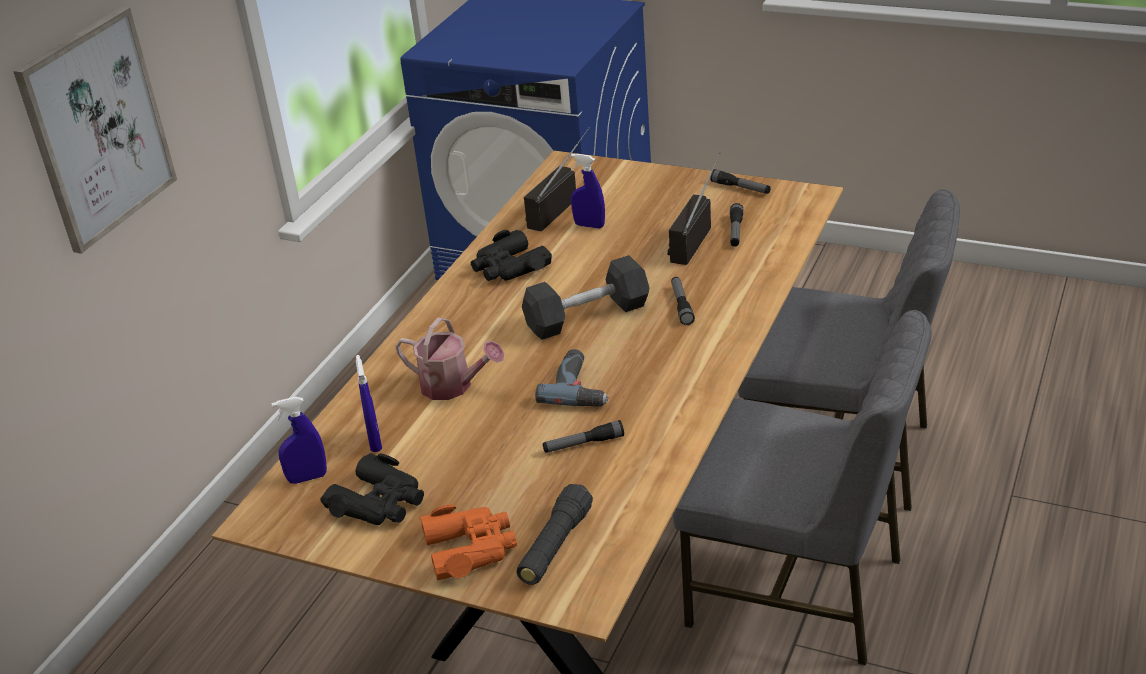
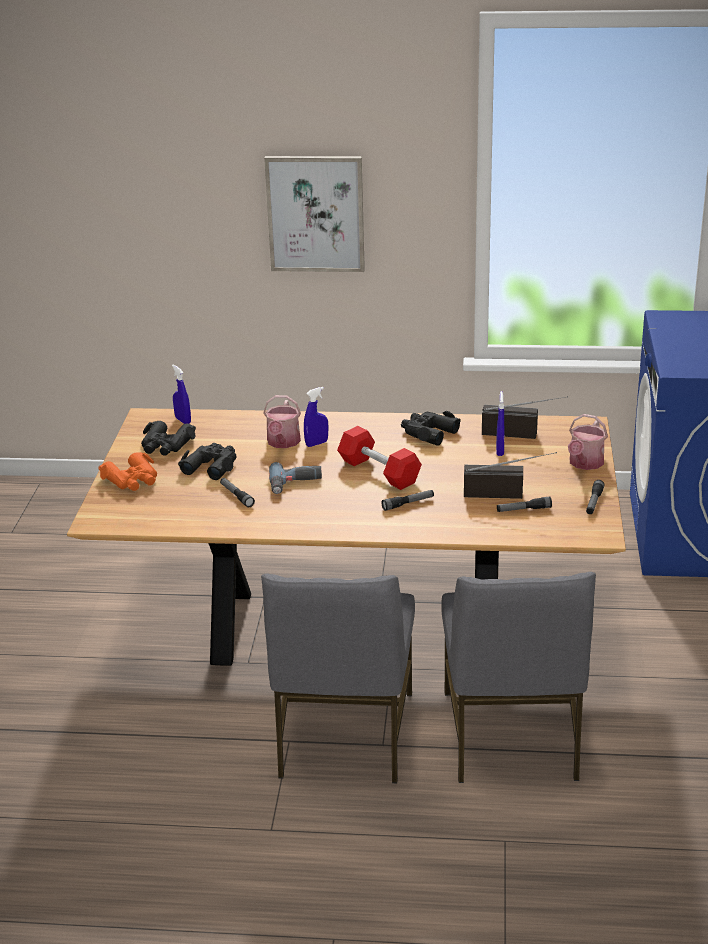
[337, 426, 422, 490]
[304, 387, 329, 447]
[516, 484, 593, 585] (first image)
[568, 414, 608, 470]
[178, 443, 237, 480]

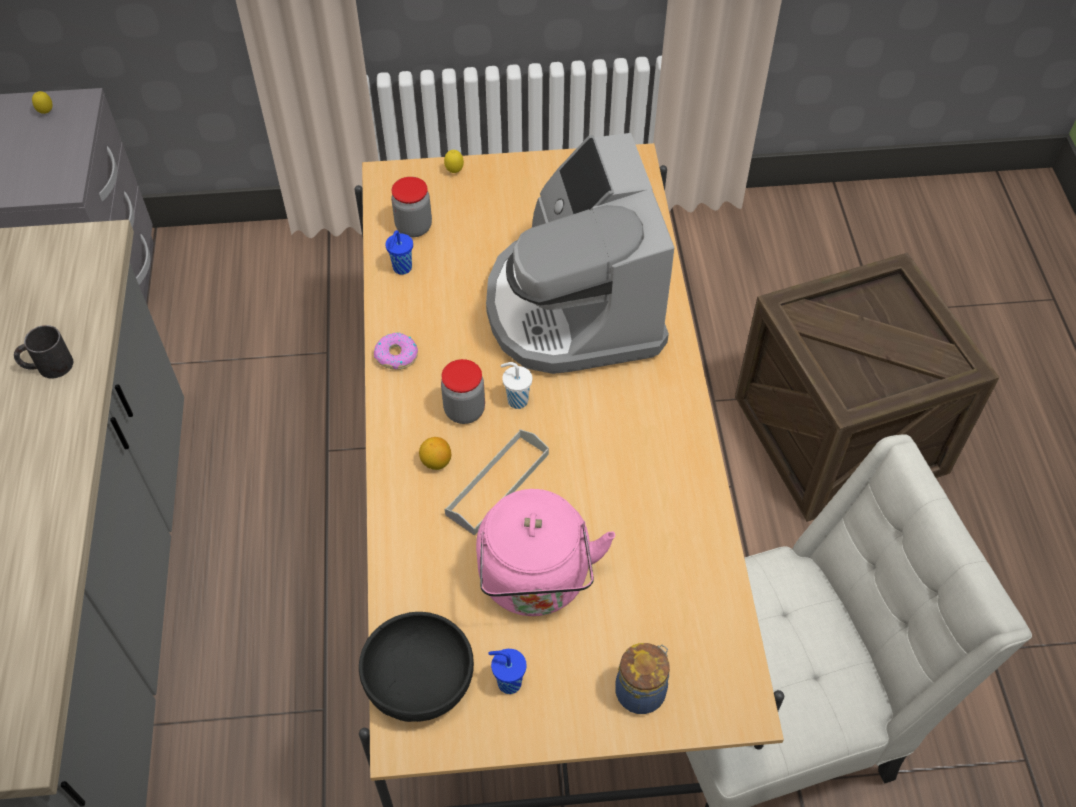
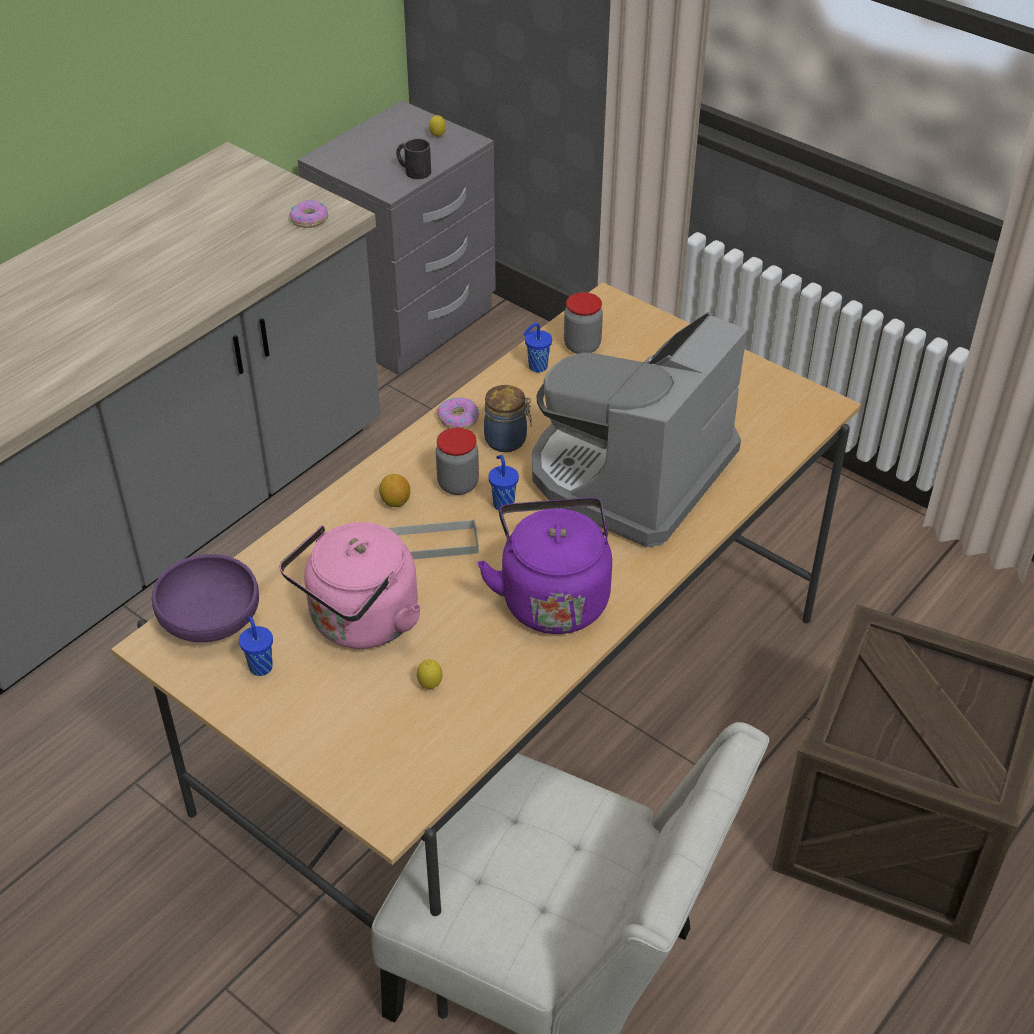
[417, 659, 442, 689]
[396, 138, 431, 179]
[488, 455, 519, 510]
[152, 554, 259, 642]
[484, 385, 532, 452]
[289, 200, 329, 228]
[477, 498, 612, 634]

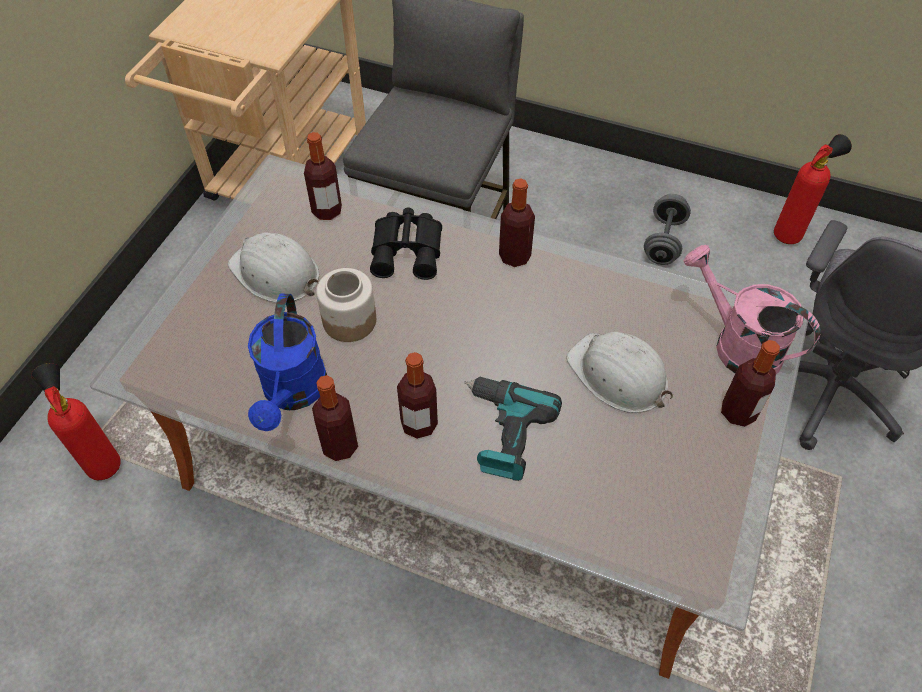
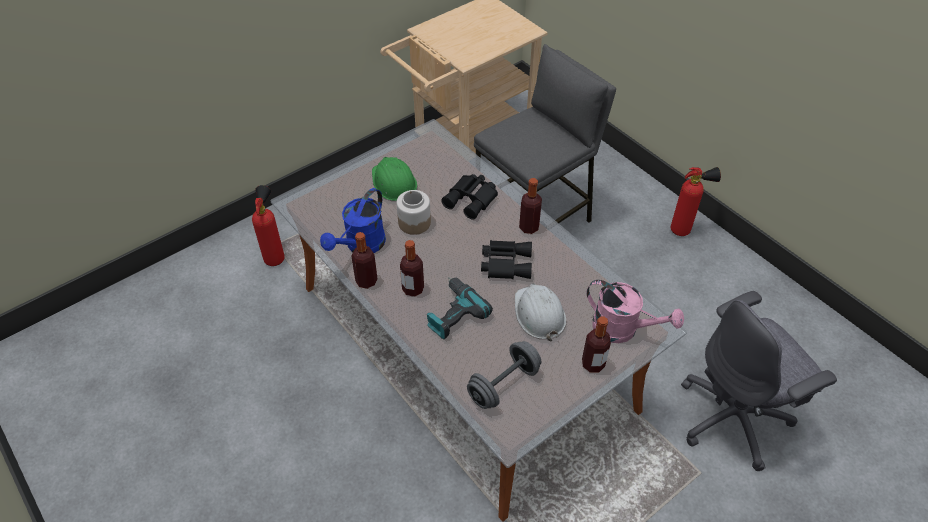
[304, 132, 342, 220] (first image)
[671, 167, 721, 236]
[467, 341, 541, 409]
[372, 157, 417, 201]
[587, 280, 684, 343]
[481, 240, 532, 279]

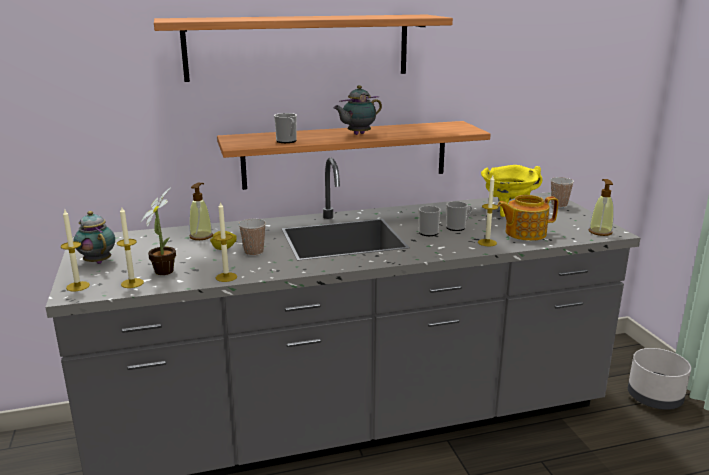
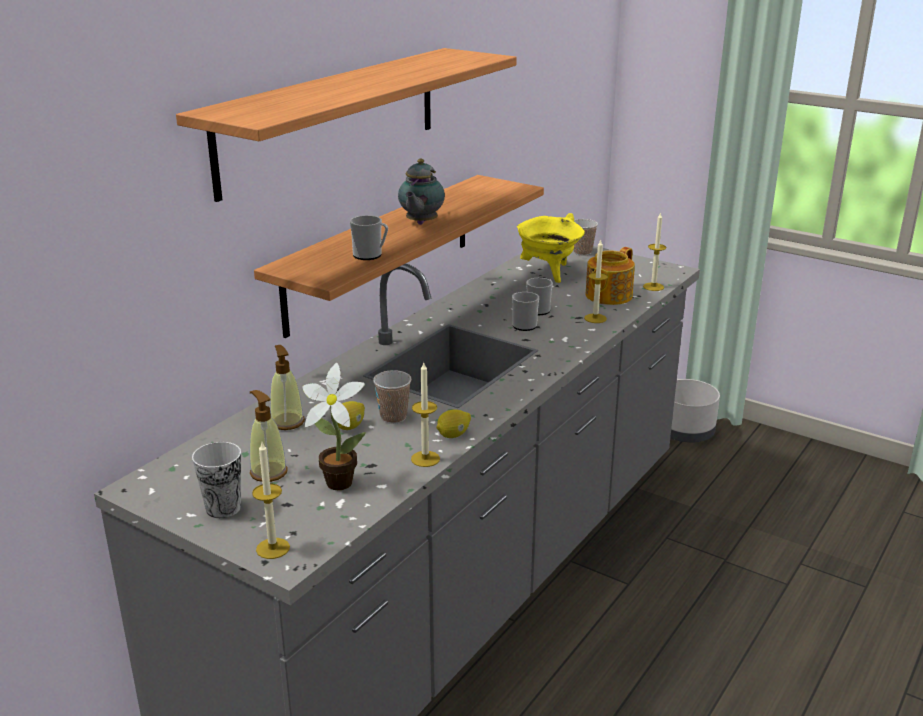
[250, 390, 288, 482]
[643, 212, 666, 291]
[192, 442, 241, 518]
[437, 410, 471, 438]

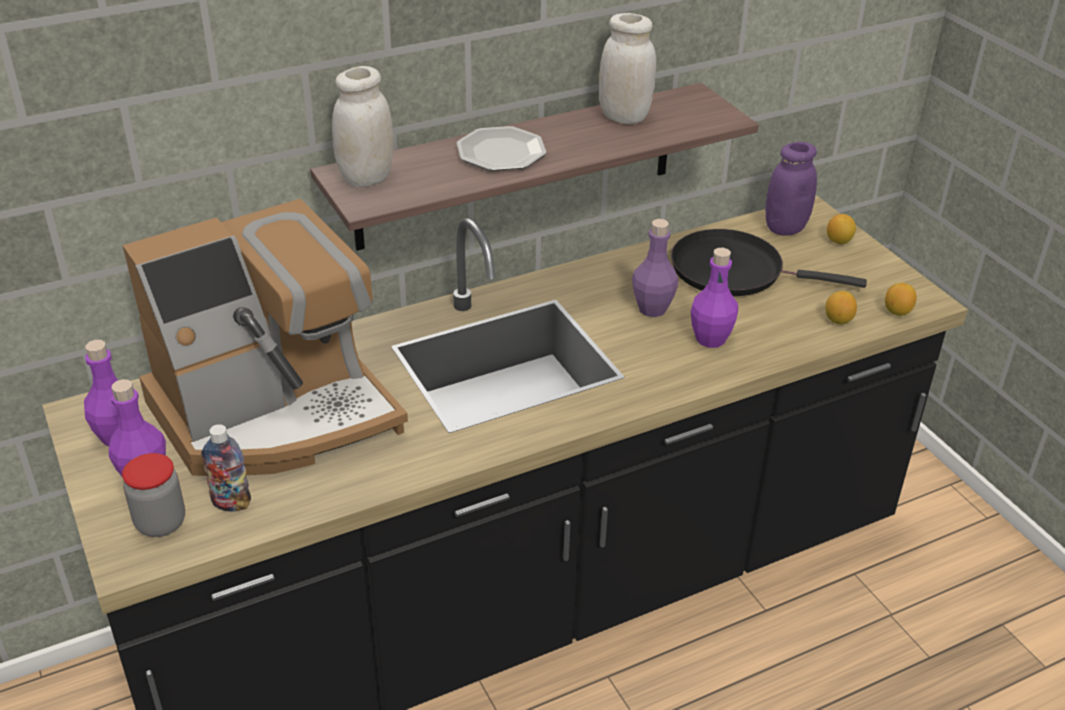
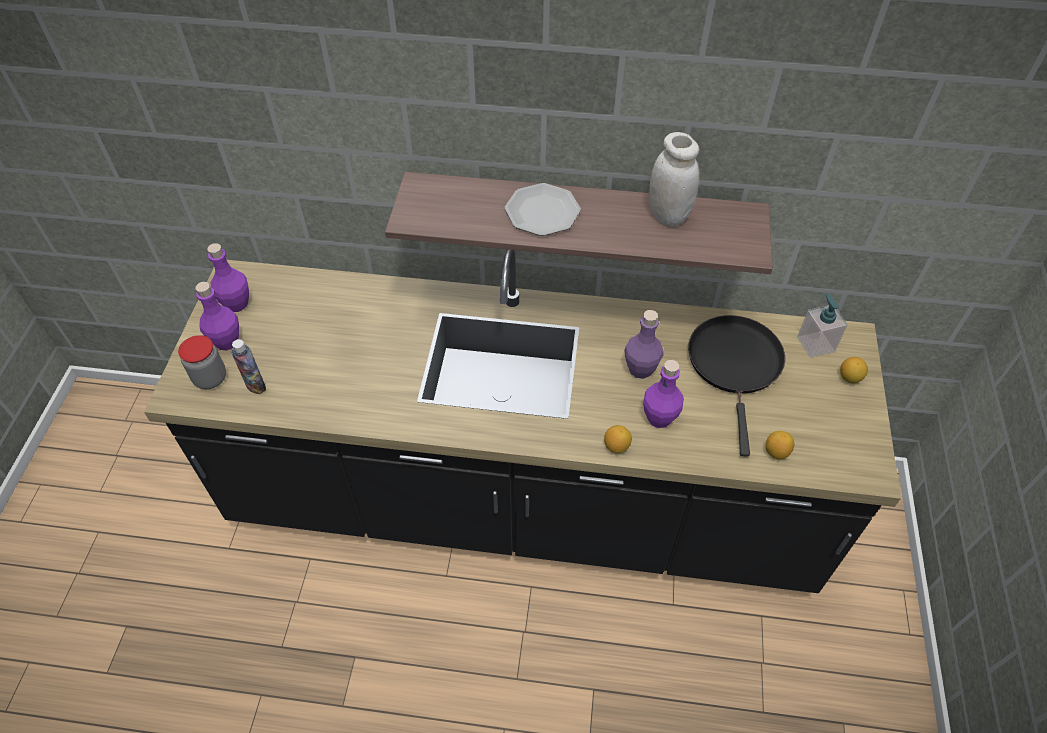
[332, 66, 394, 188] (first image)
[797, 292, 848, 358]
[123, 199, 408, 476] (first image)
[688, 315, 785, 457]
[604, 425, 632, 454]

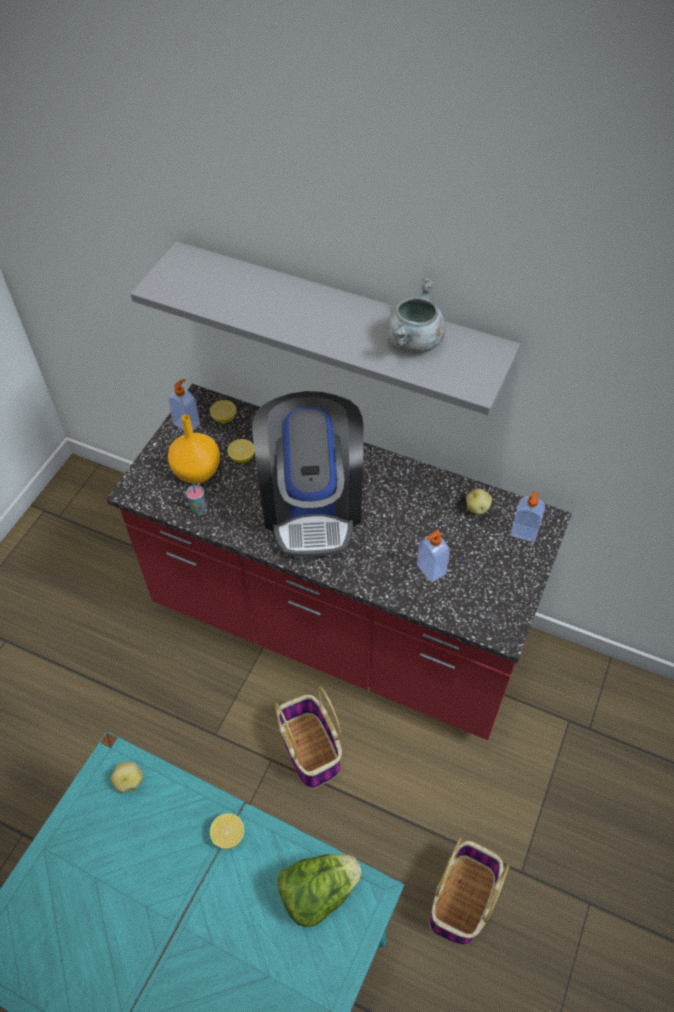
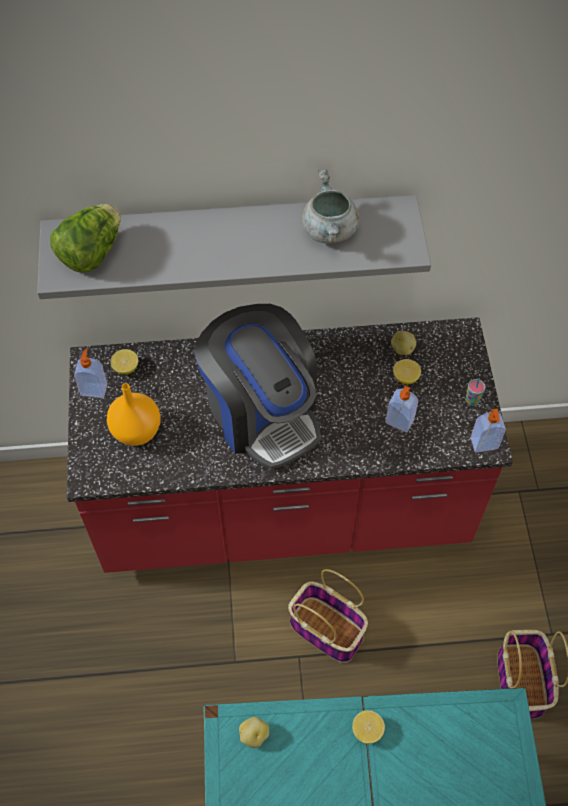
[393, 359, 421, 384]
[466, 378, 486, 406]
[471, 409, 506, 453]
[50, 204, 121, 272]

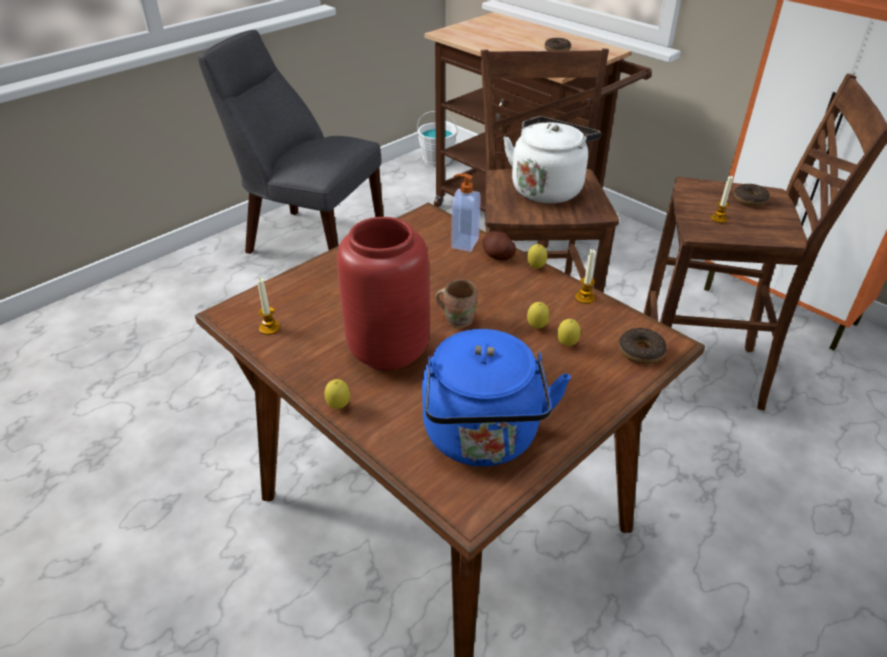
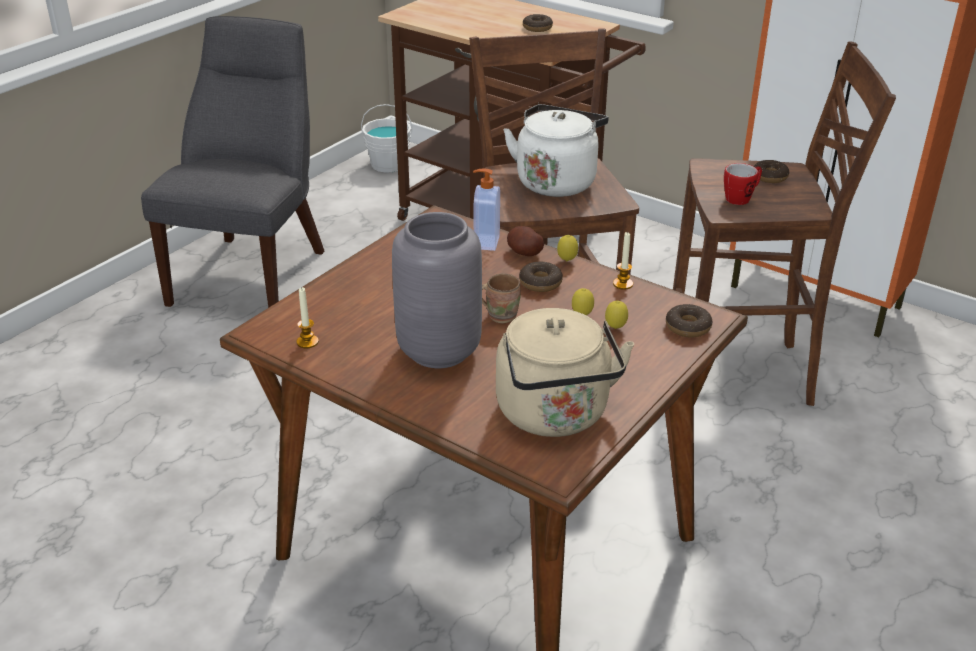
[141, 16, 324, 308]
[724, 163, 762, 205]
[392, 212, 482, 368]
[496, 308, 634, 437]
[324, 379, 350, 409] (first image)
[519, 261, 563, 292]

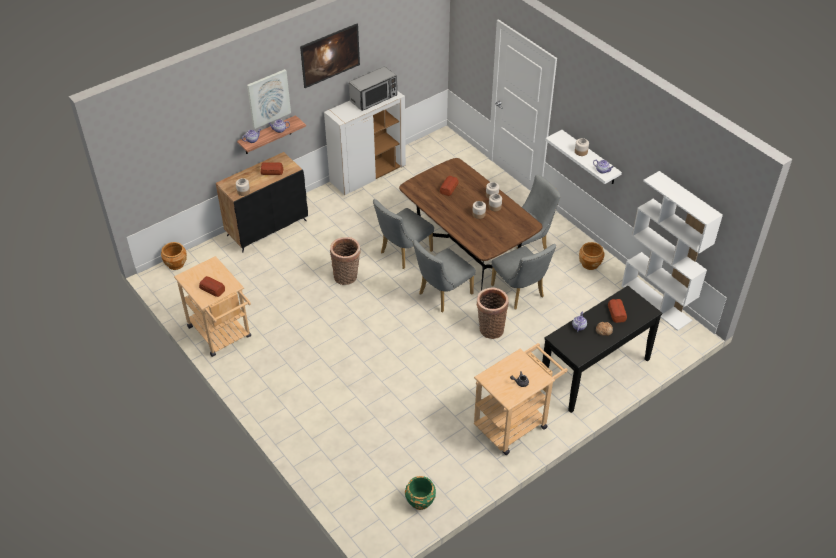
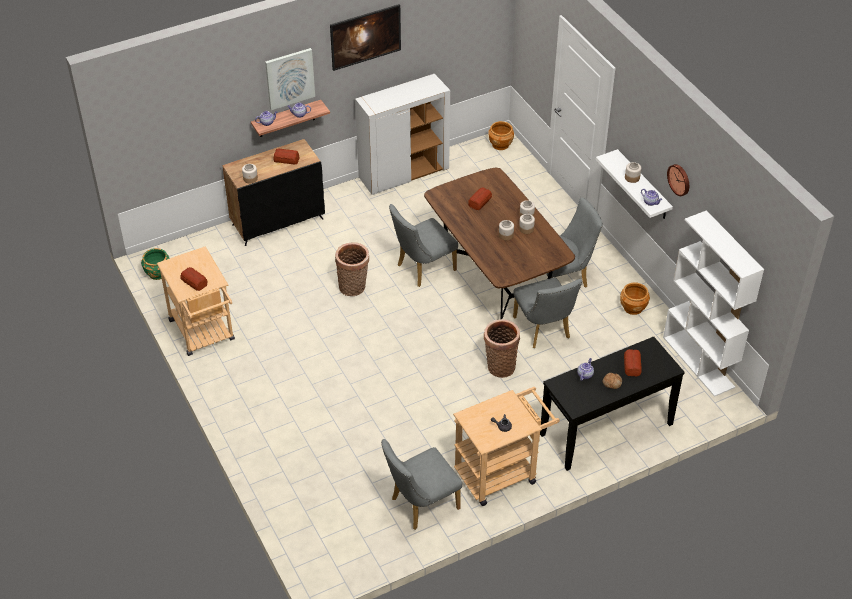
[349, 66, 397, 111] (first image)
[381, 439, 462, 530]
[488, 121, 514, 150]
[141, 248, 170, 280]
[667, 164, 689, 196]

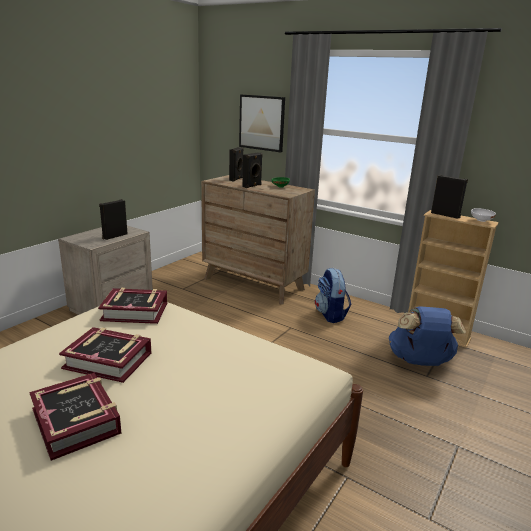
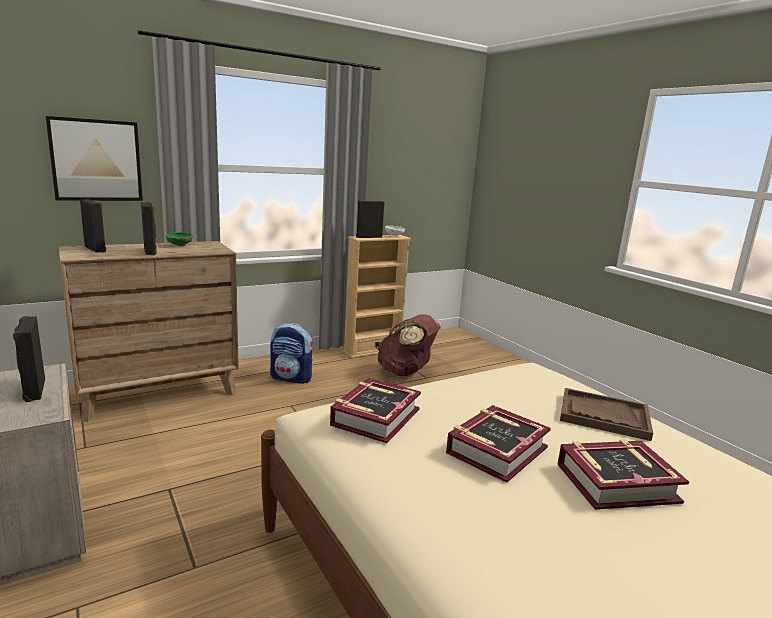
[377, 314, 442, 376]
[560, 388, 653, 441]

